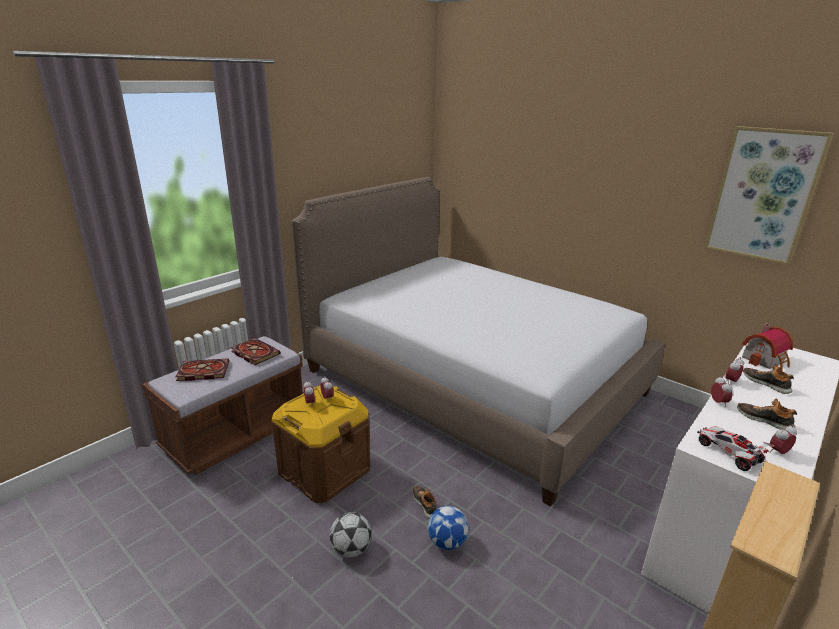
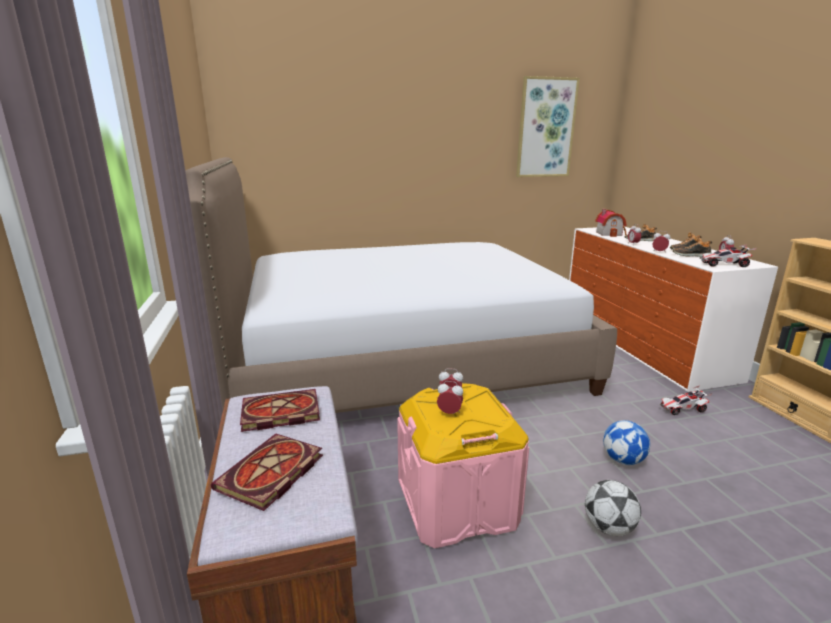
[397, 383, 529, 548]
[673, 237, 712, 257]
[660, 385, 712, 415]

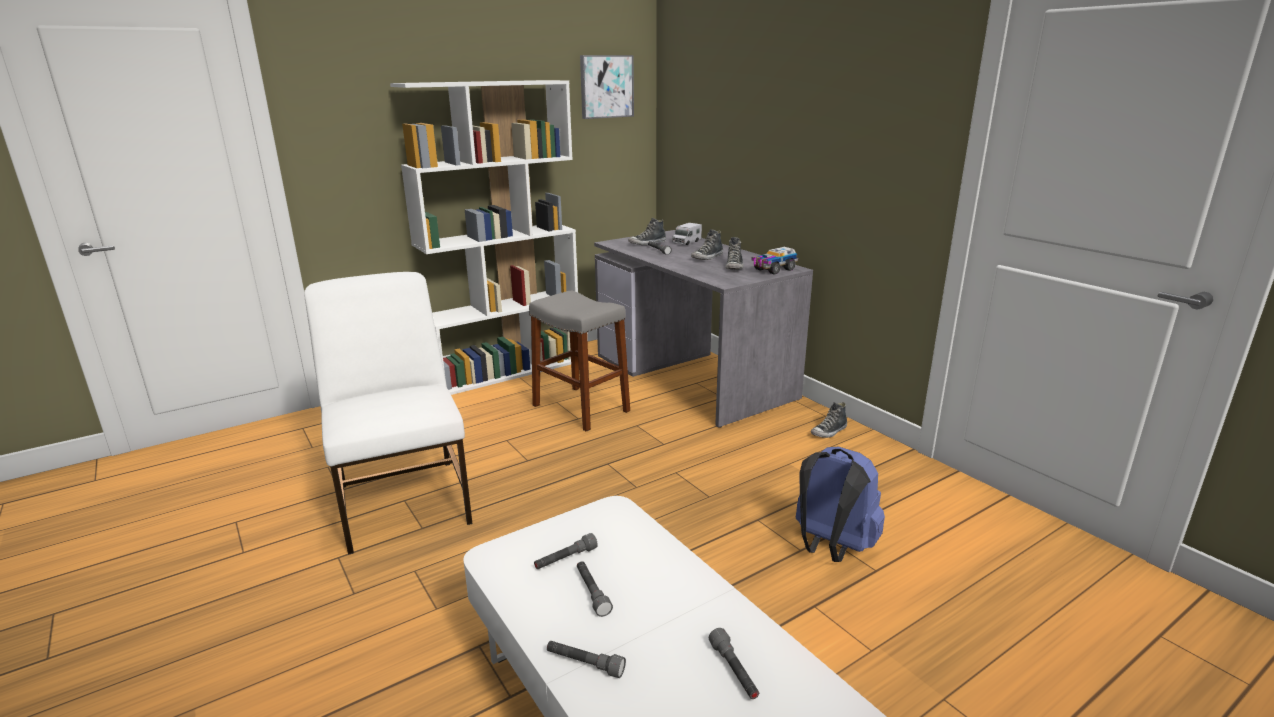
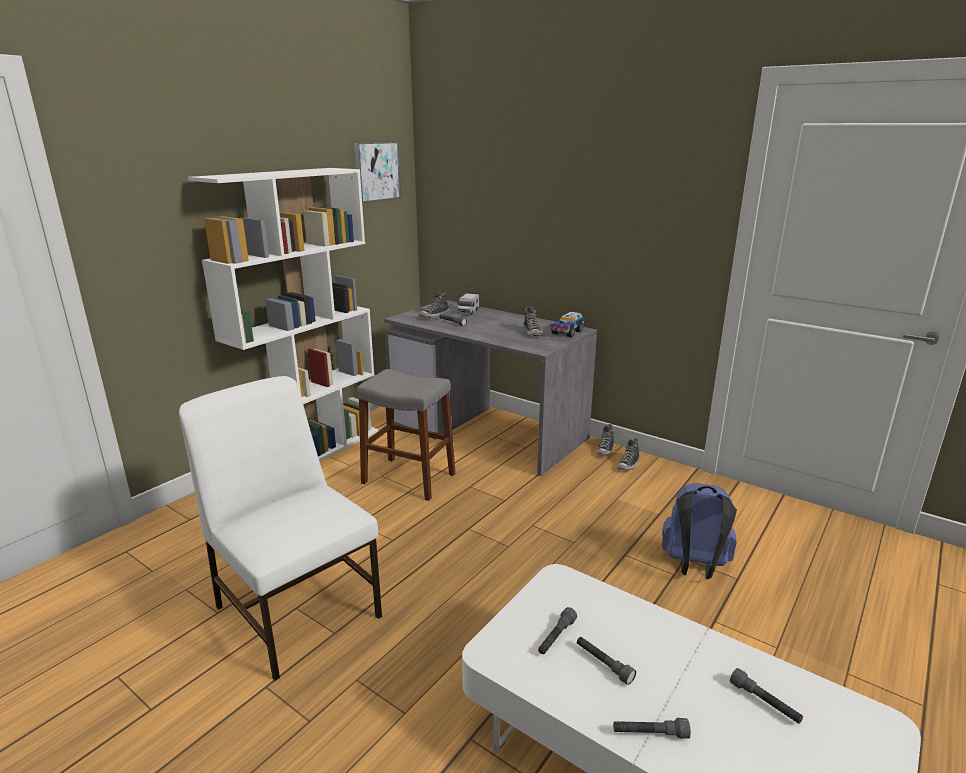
[597, 424, 614, 456]

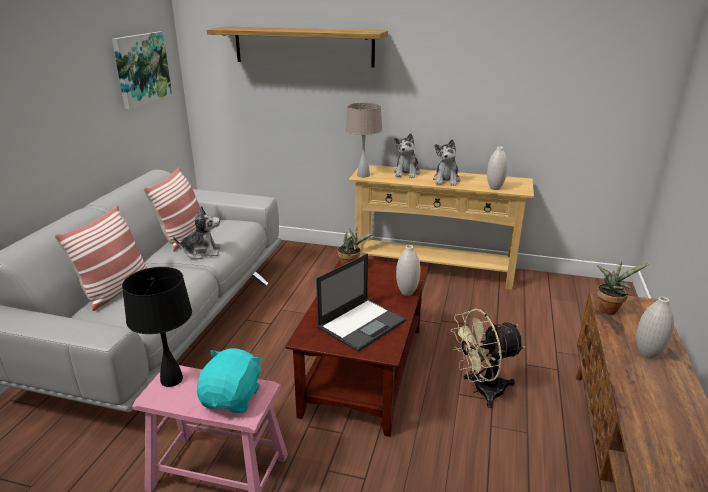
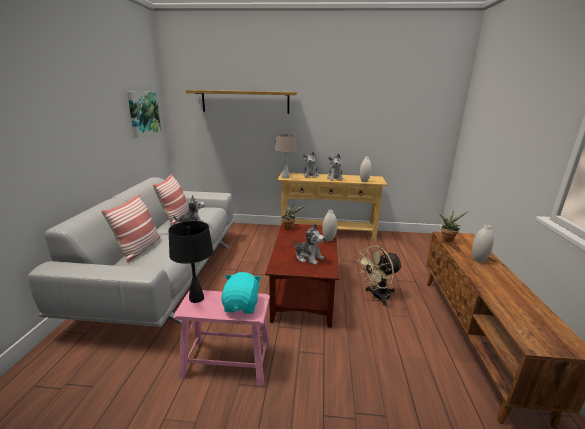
[293, 224, 325, 265]

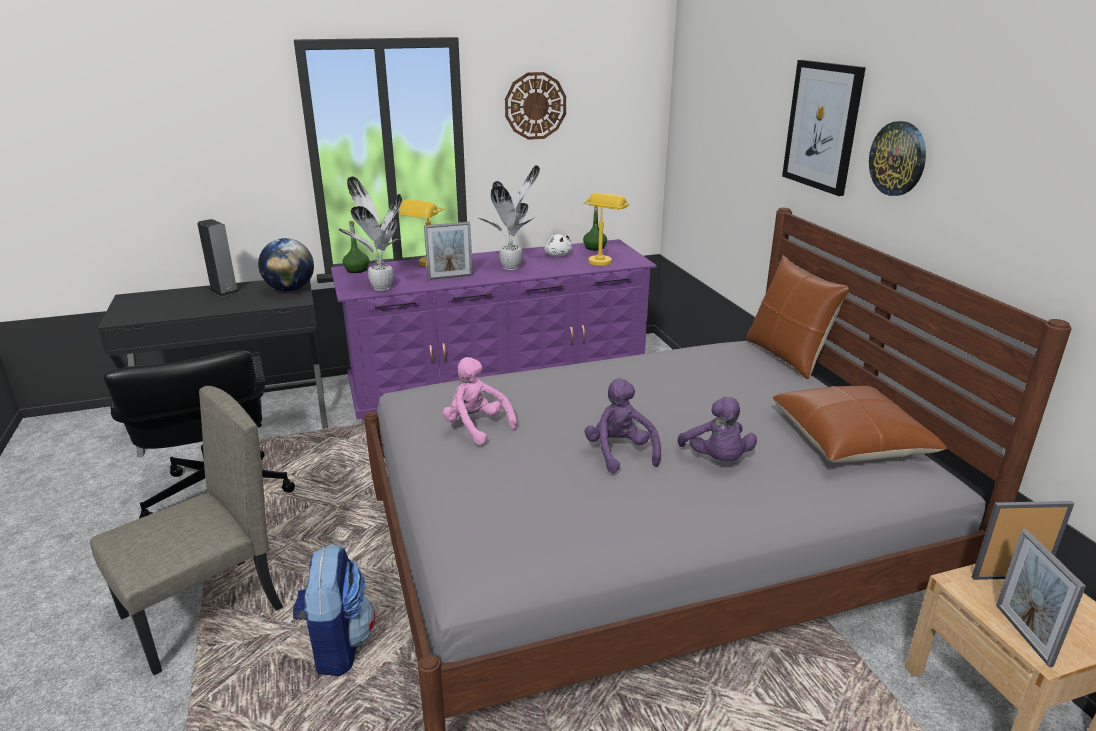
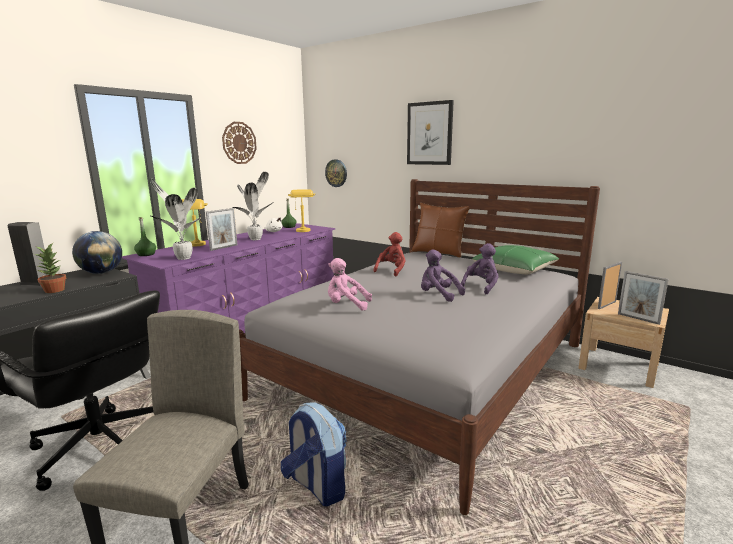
[325, 159, 347, 187]
[472, 245, 559, 274]
[461, 243, 499, 294]
[374, 232, 406, 276]
[35, 243, 66, 293]

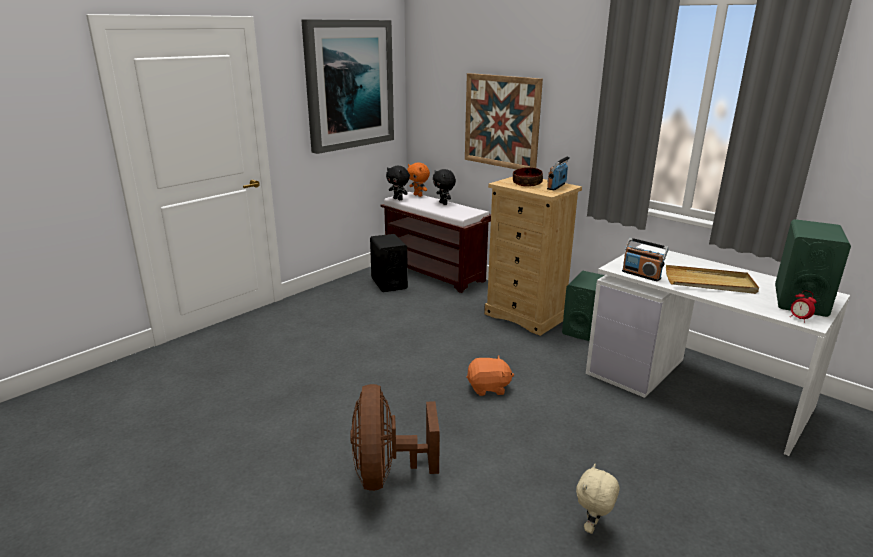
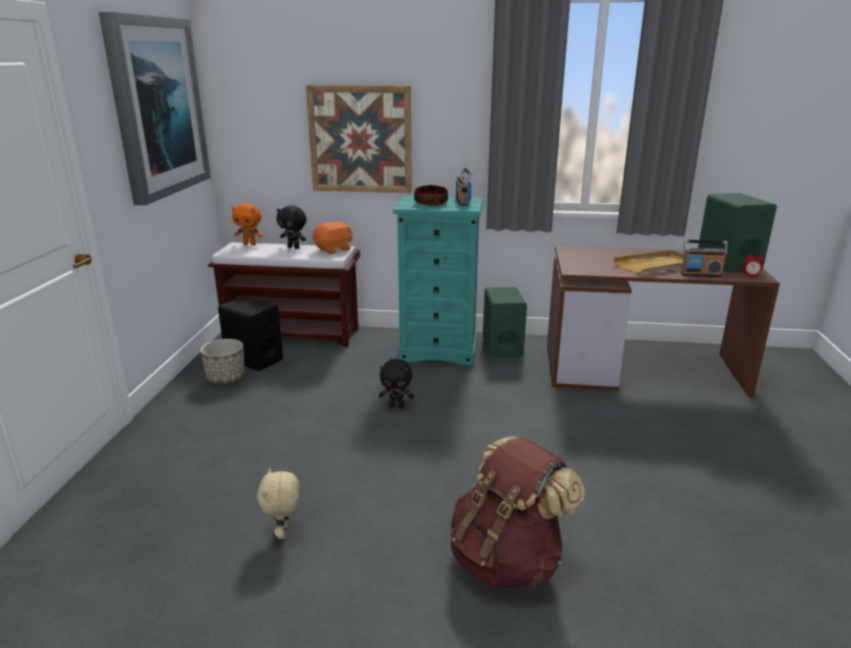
[379, 359, 414, 408]
[393, 196, 483, 366]
[681, 240, 727, 277]
[547, 246, 780, 398]
[313, 222, 352, 254]
[450, 436, 585, 588]
[257, 468, 300, 539]
[200, 339, 245, 384]

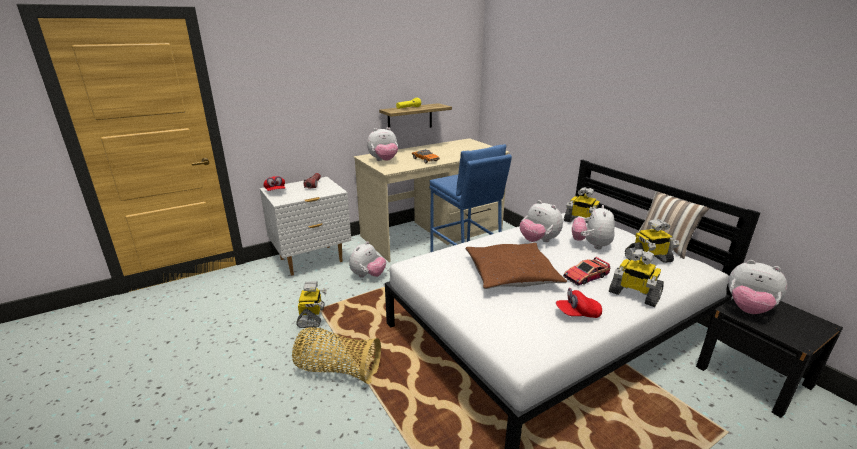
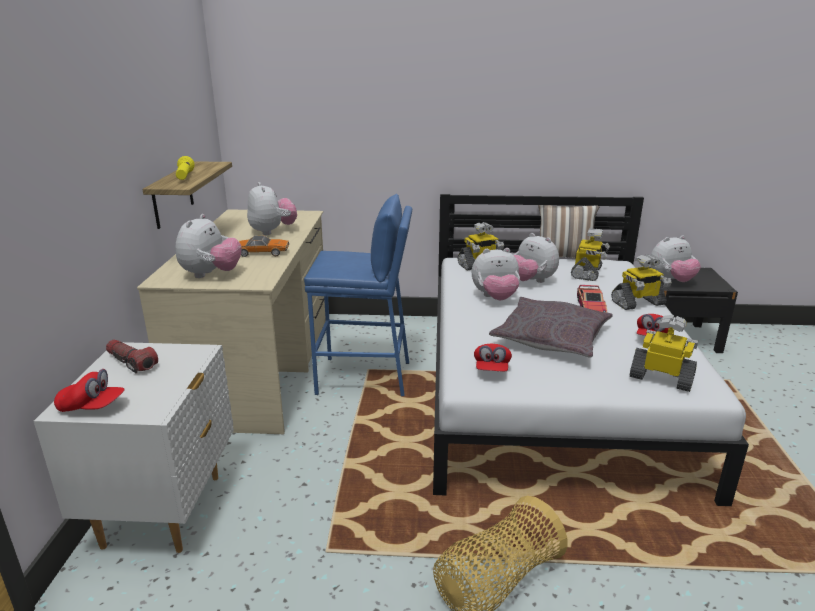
[247, 182, 297, 235]
[489, 297, 613, 358]
[630, 315, 698, 392]
[474, 344, 512, 371]

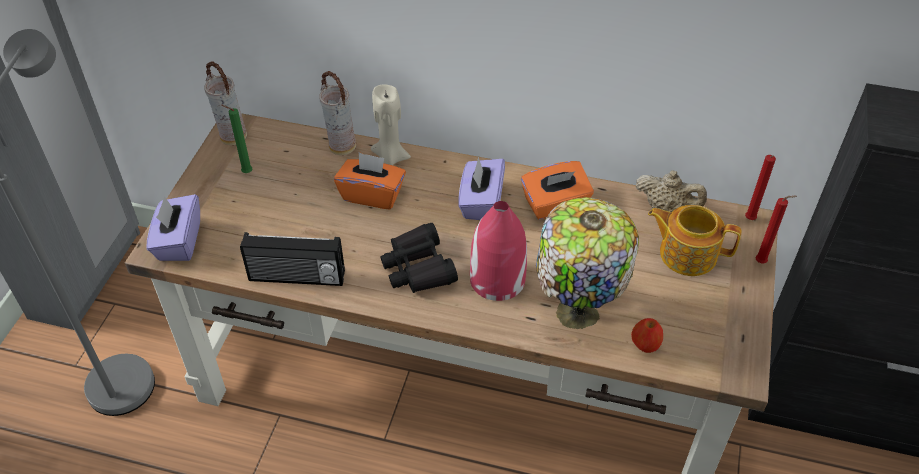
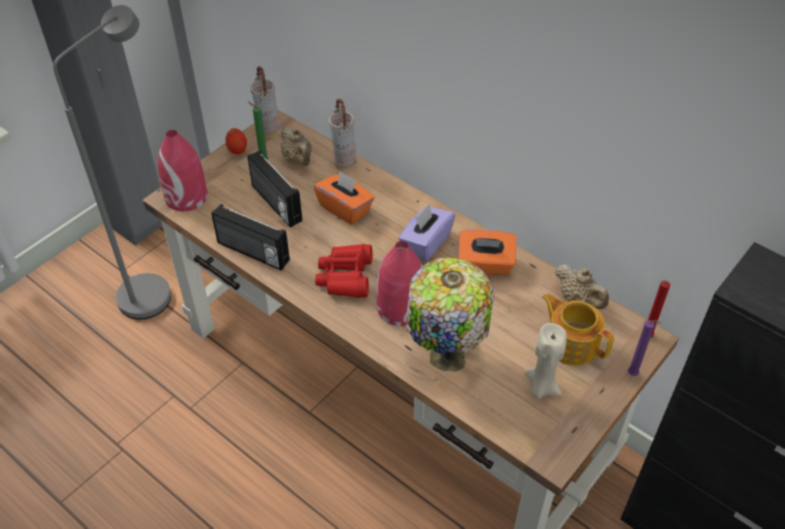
[525, 323, 567, 399]
[158, 130, 208, 211]
[628, 320, 661, 376]
[315, 244, 373, 298]
[225, 128, 247, 154]
[281, 127, 312, 166]
[247, 150, 302, 227]

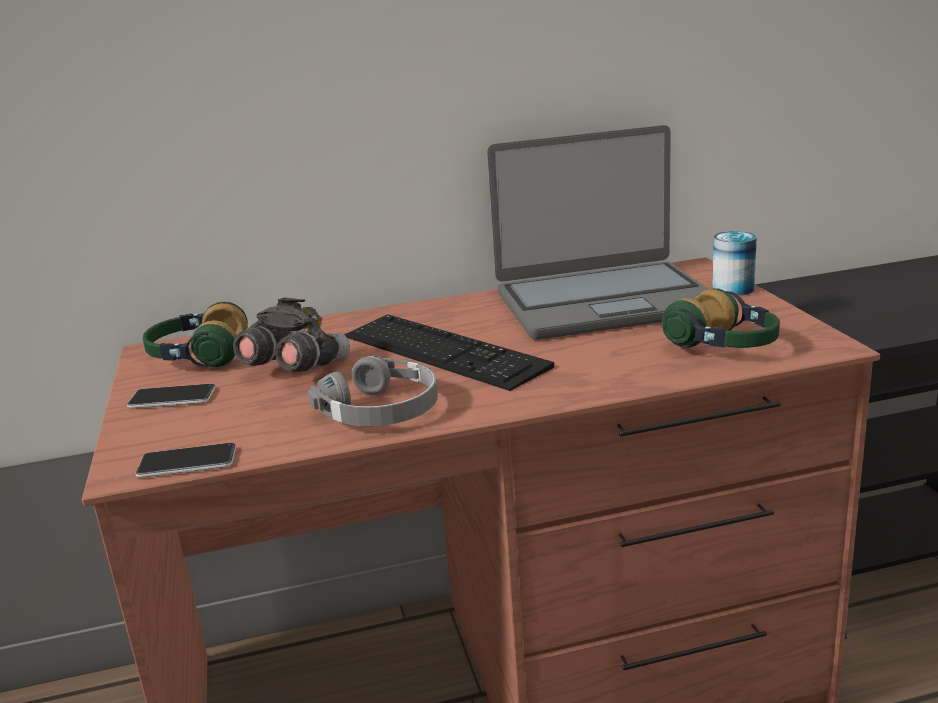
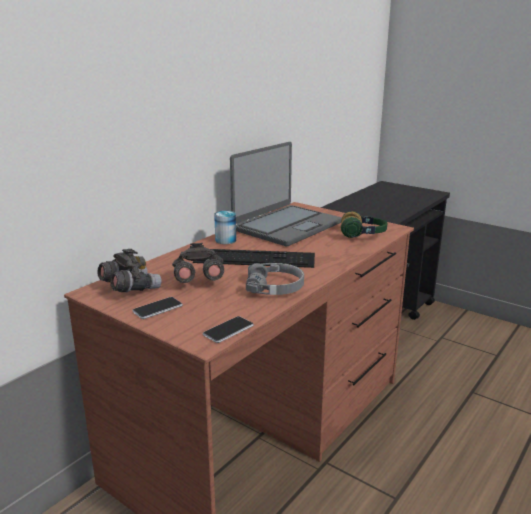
[214, 211, 236, 244]
[97, 249, 162, 292]

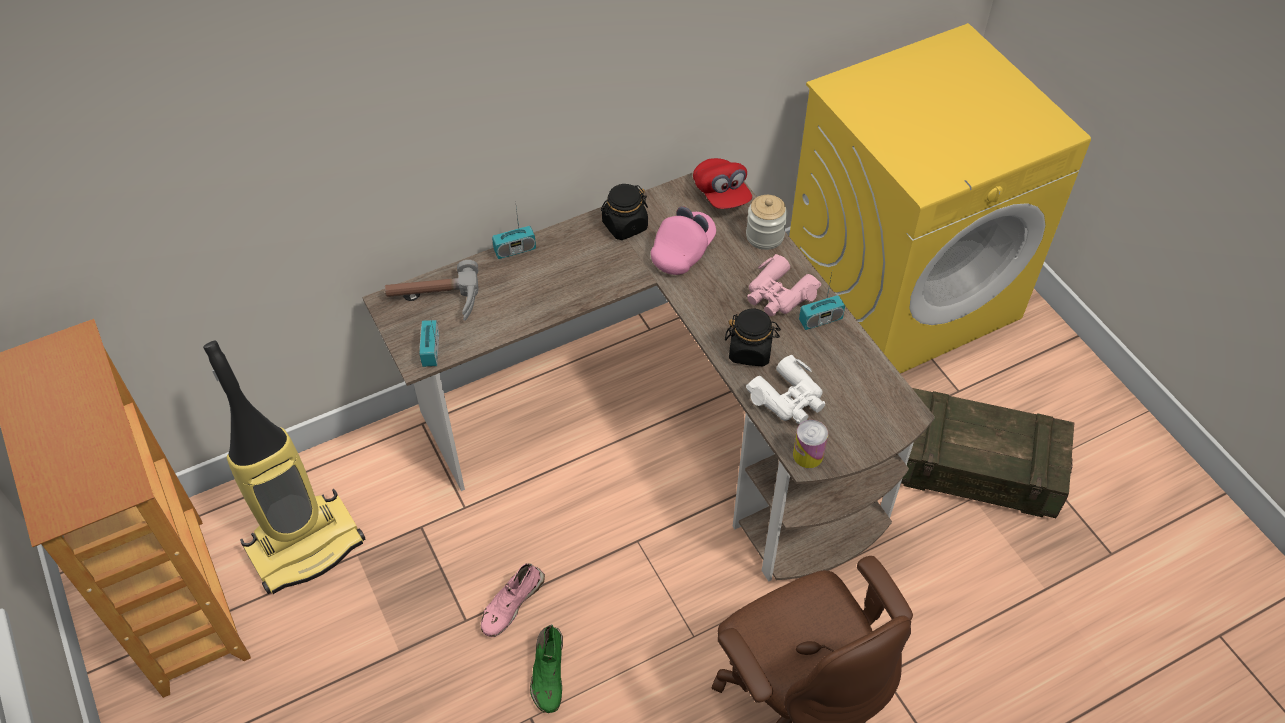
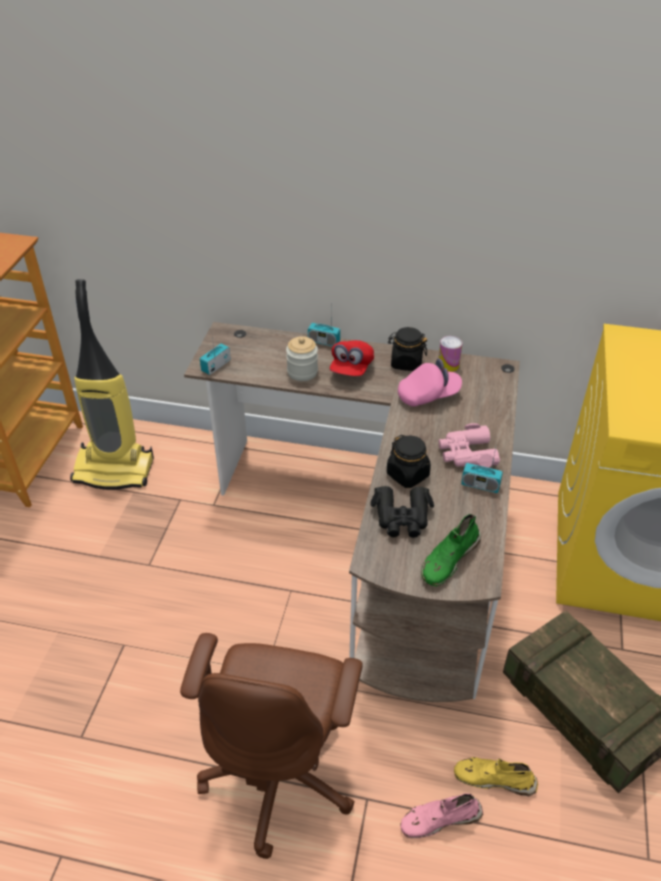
[330, 340, 374, 376]
[286, 336, 318, 381]
[385, 260, 478, 321] (first image)
[371, 486, 434, 538]
[439, 336, 462, 372]
[400, 793, 483, 838]
[421, 514, 481, 586]
[454, 757, 538, 796]

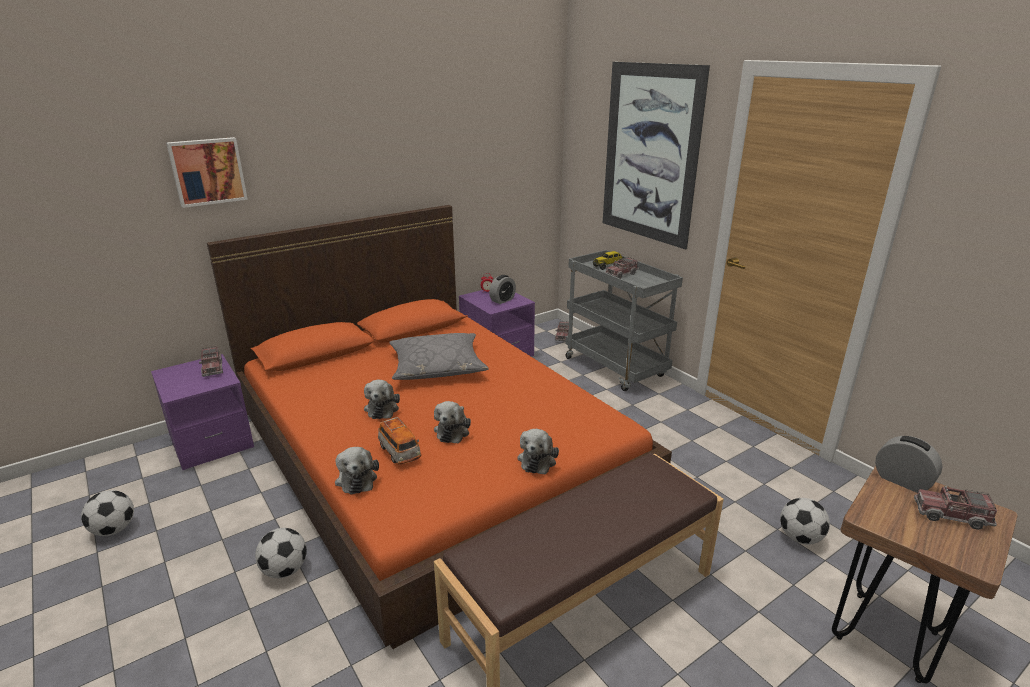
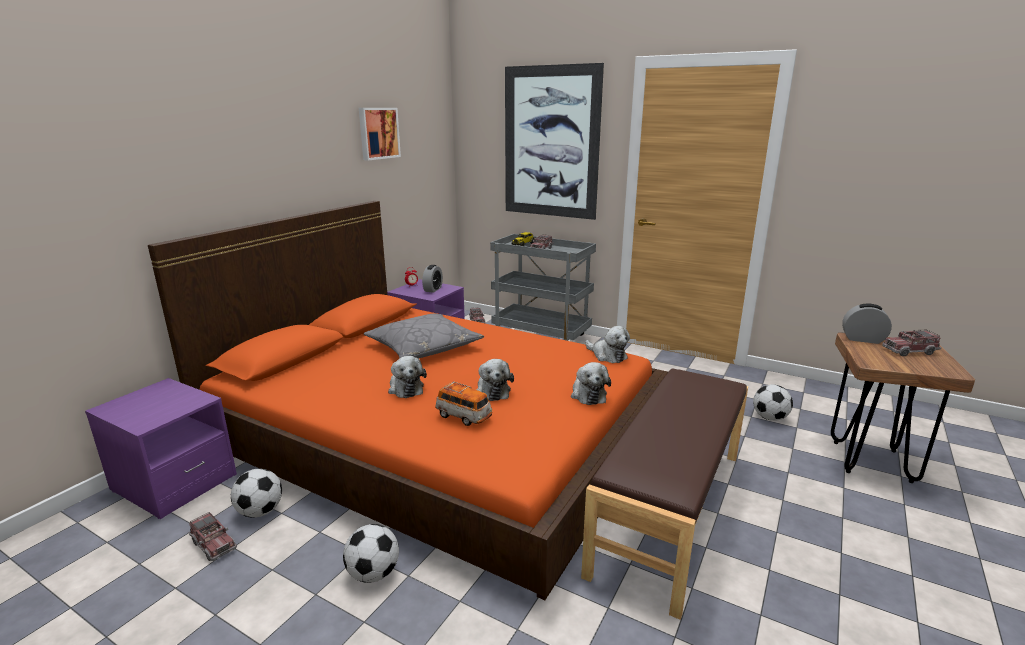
[359, 108, 401, 160]
[189, 512, 237, 561]
[585, 326, 630, 363]
[231, 469, 282, 518]

